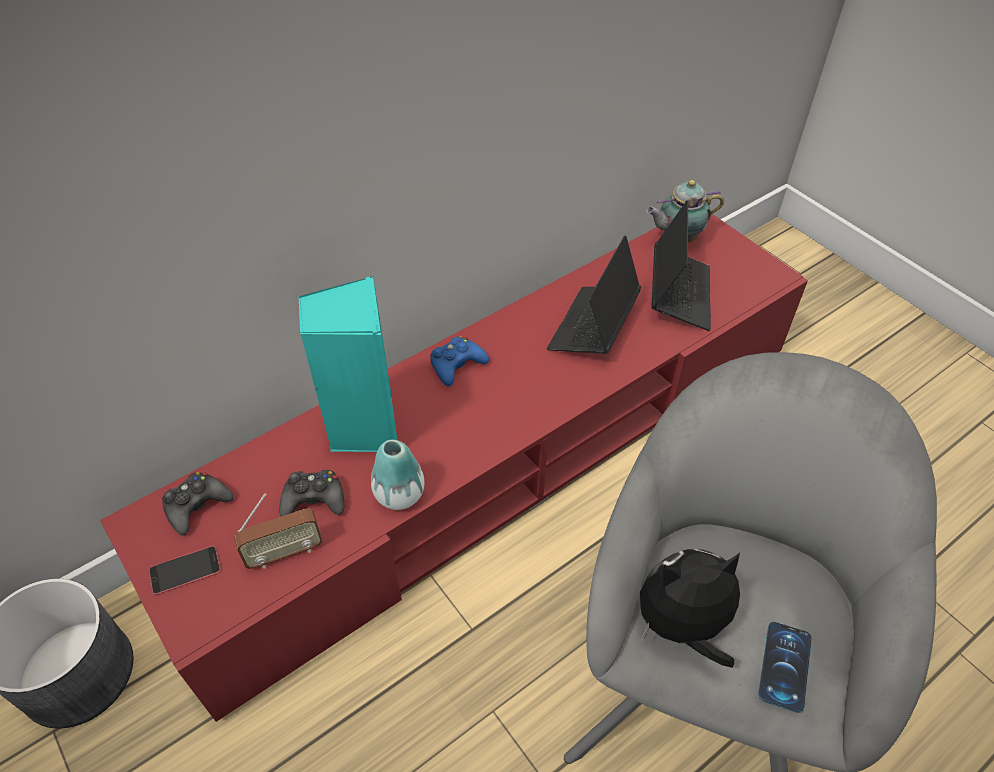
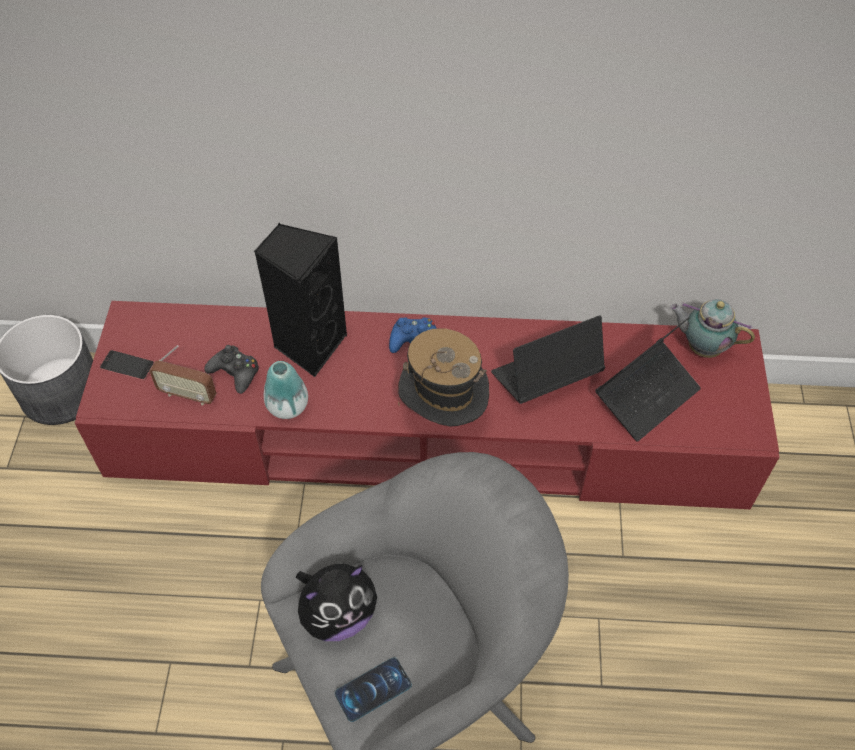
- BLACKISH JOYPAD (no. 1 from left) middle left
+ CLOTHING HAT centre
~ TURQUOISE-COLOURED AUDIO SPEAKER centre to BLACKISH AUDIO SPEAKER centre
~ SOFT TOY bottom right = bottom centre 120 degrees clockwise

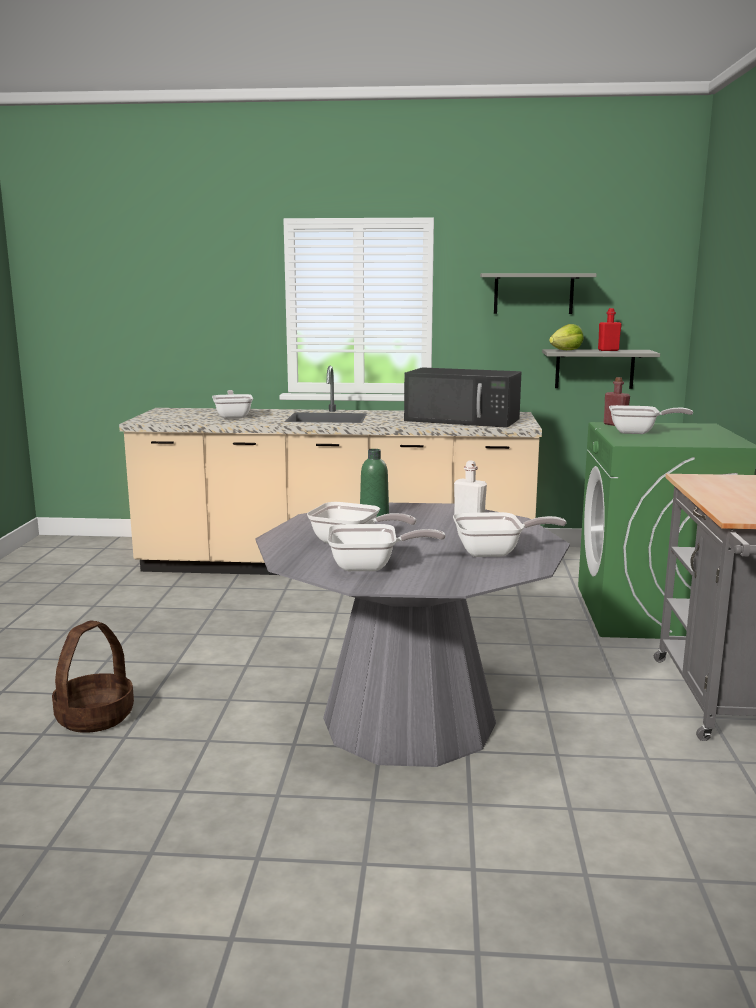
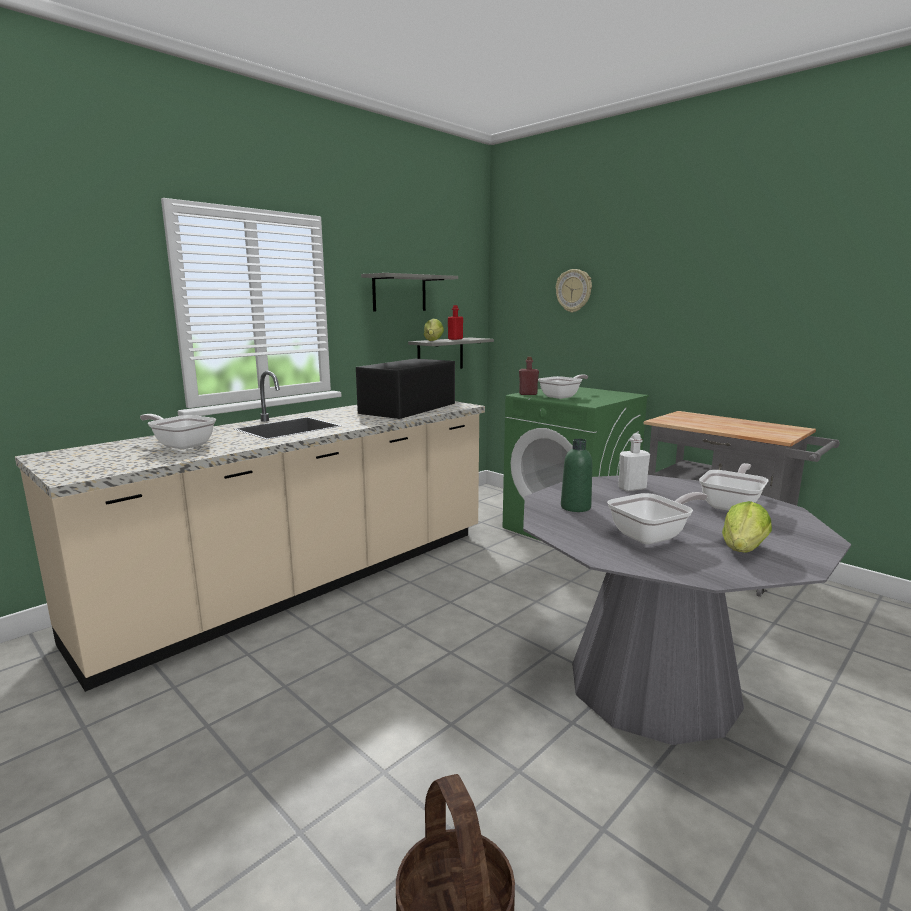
+ HANGING CLOCK top centre
~ SKILLET (no. 3 from left) centre to LETTUCE (no. 2 from left) middle right
~ BLACKISH MICROWAVE OVEN centre = centre 150 degrees clockwise

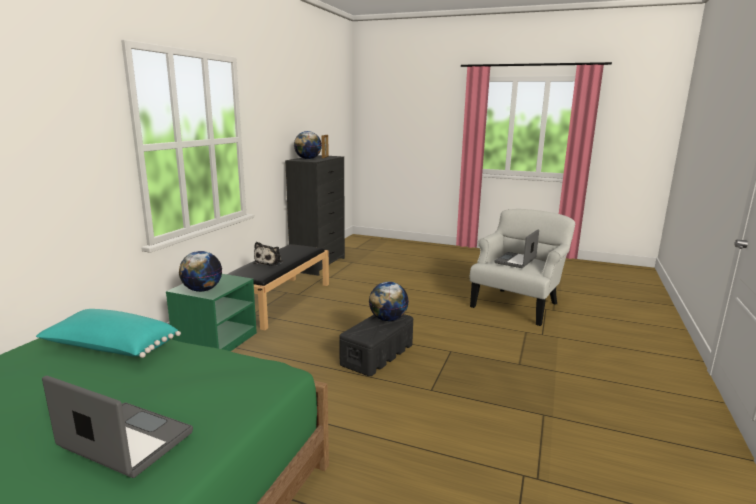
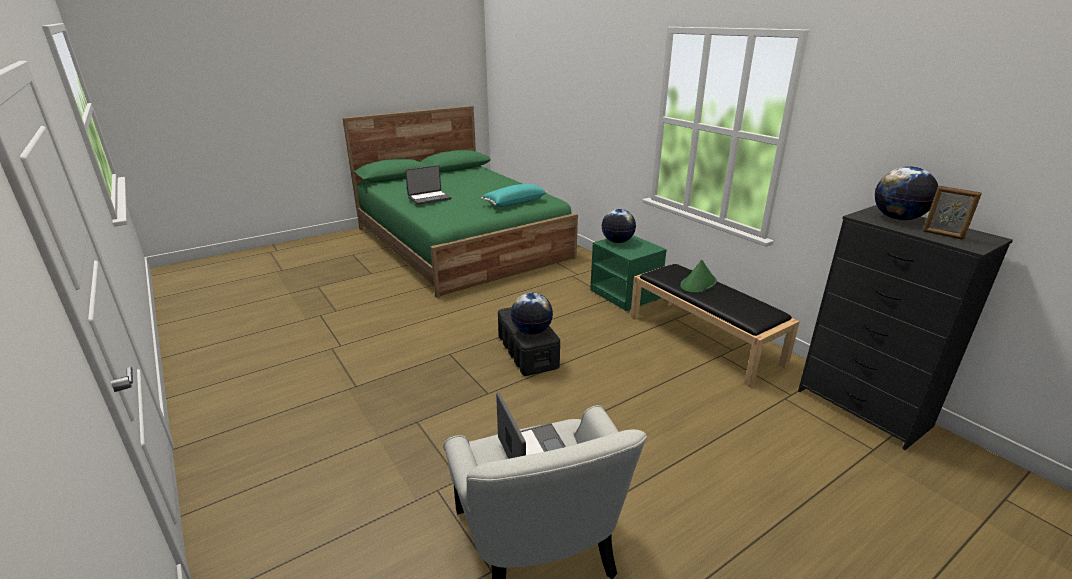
~ SOFT TOY centre to GREENISH CLOTHING HAT centre

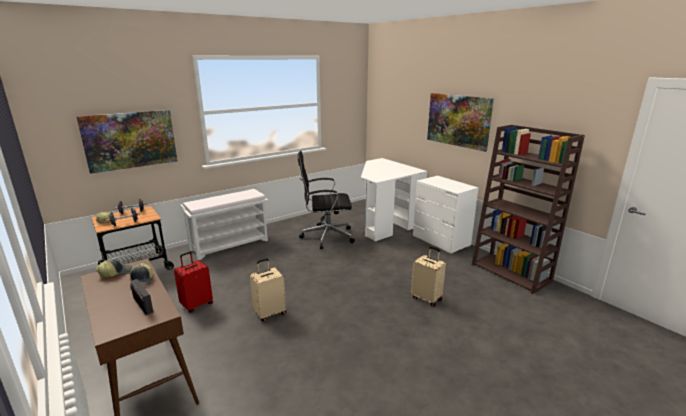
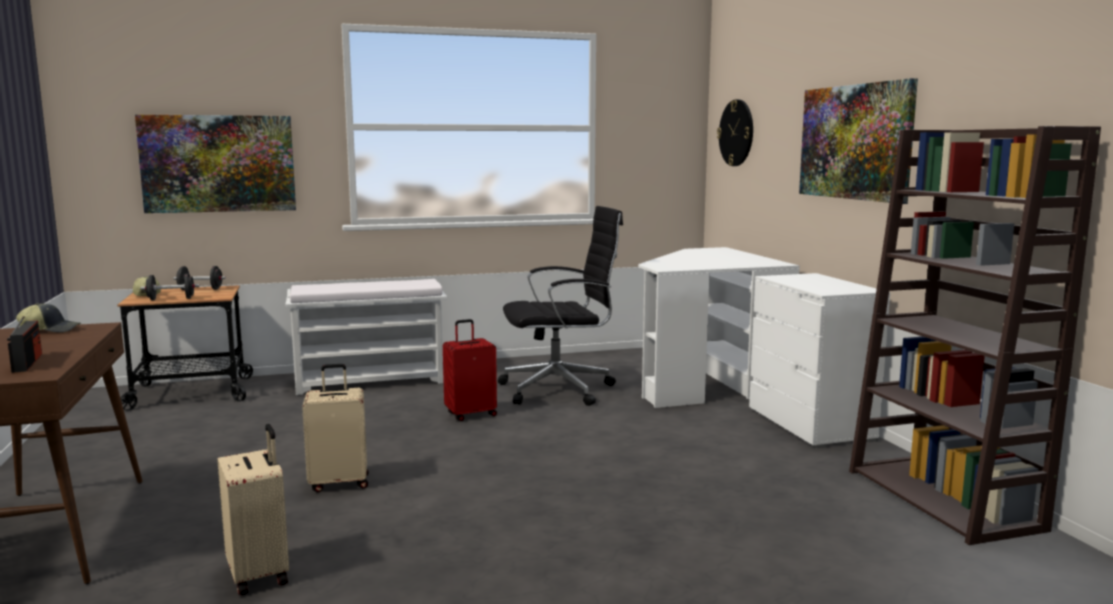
- PEAKED CAP (no. 3 from left) middle left
+ HANGING CLOCK top centre
~ REDDISH SUITCASE bottom left to centre
~ SAND-COLOURED SUITCASE (no. 2 from left in the first image) centre to SAND-COLOURED SUITCASE (no. 1 from left) bottom left
~ BLACKISH COMPUTER CHAIR centre = centre 150 degrees clockwise

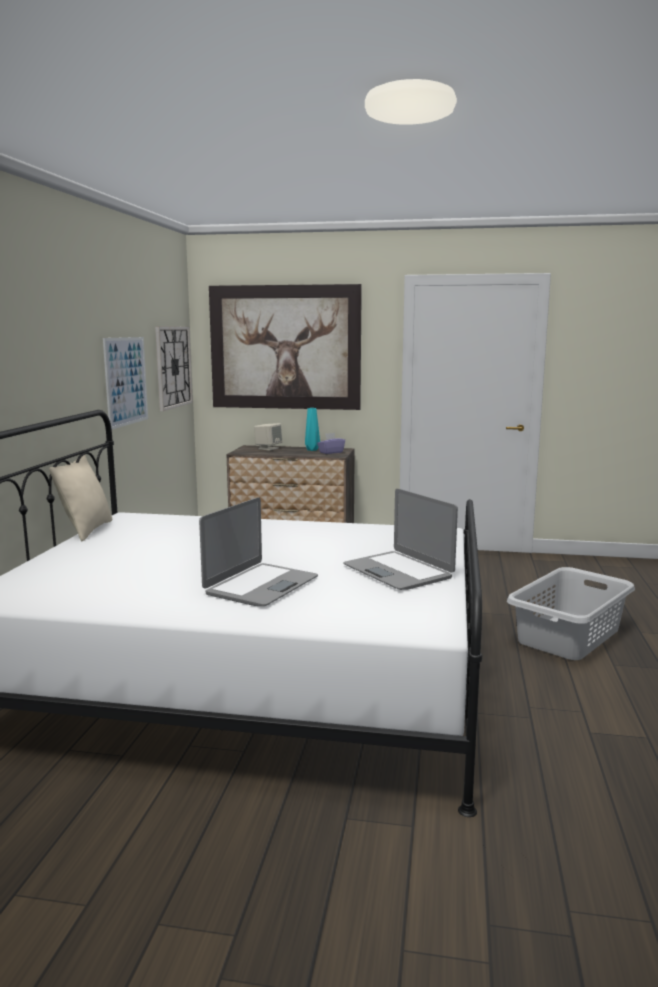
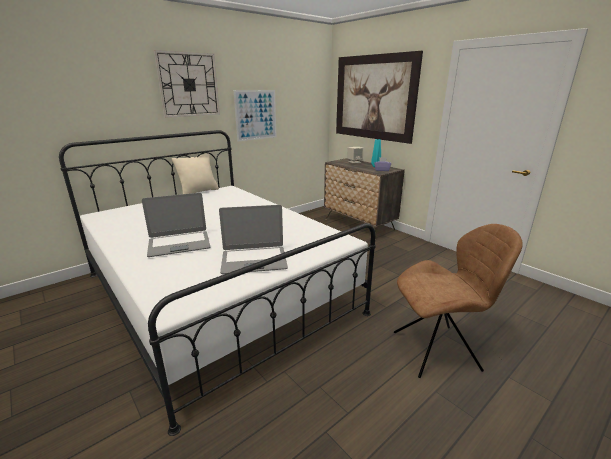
~ HANGING CLOCK middle left to top left
~ GRAY HAMPER middle right to BROWNISH CHAIR middle right
~ PORTABLE COMPUTER (no. 2 from left) centre = centre 105 degrees counterclockwise

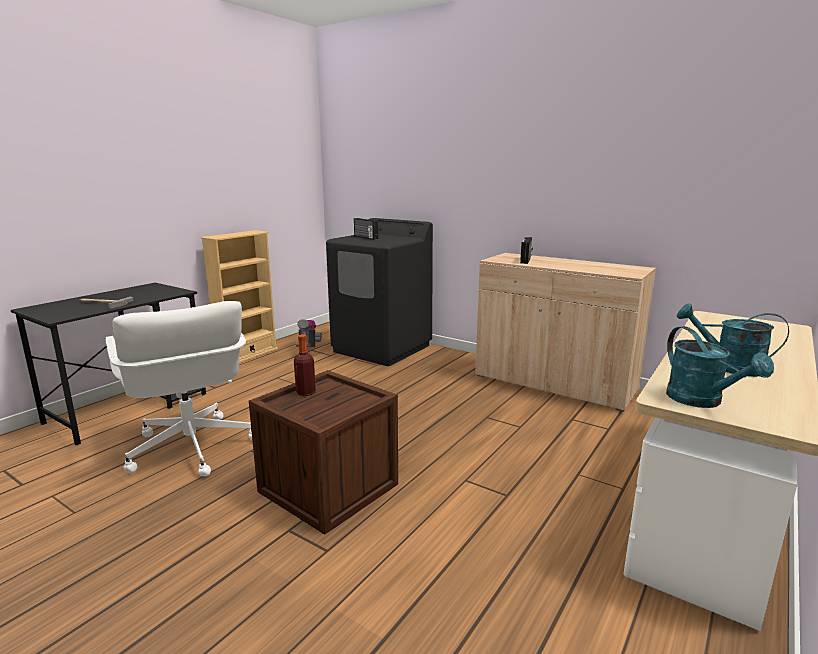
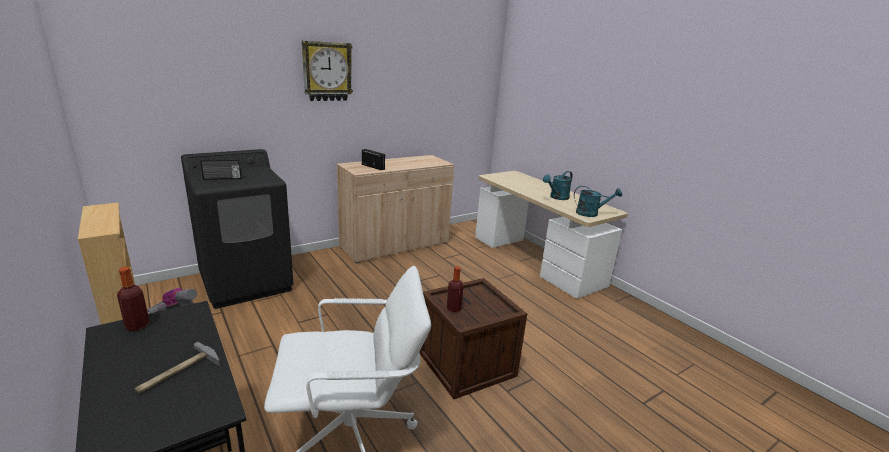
+ BOTTLE (no. 1 from left) middle left
+ HANGING CLOCK top centre

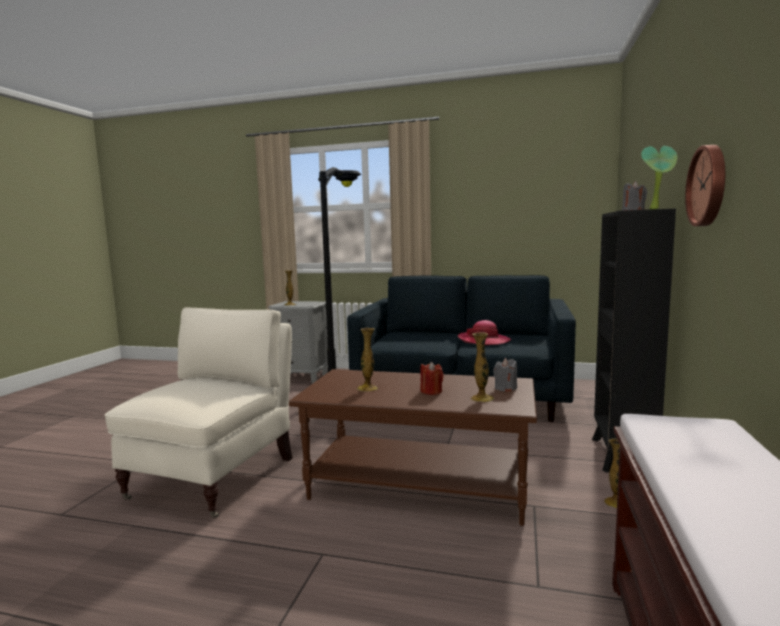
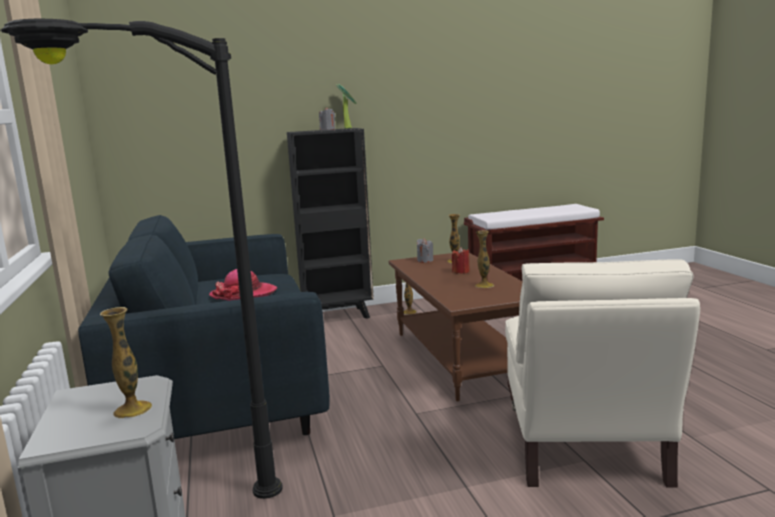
- HANGING CLOCK top right
~ SAND-COLOURED EASY CHAIR middle left = bottom right 75 degrees counterclockwise

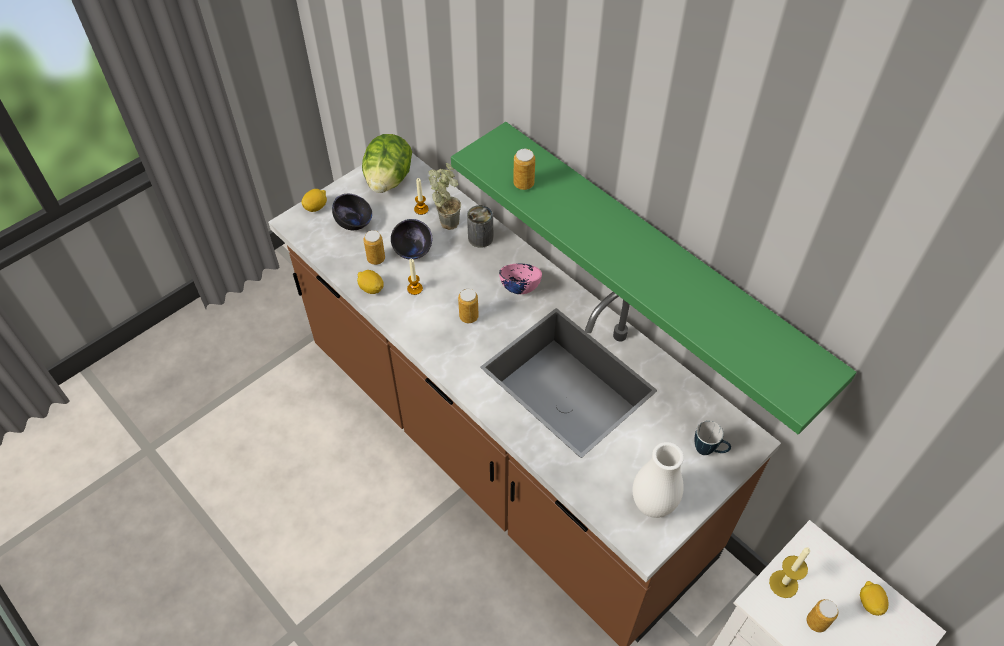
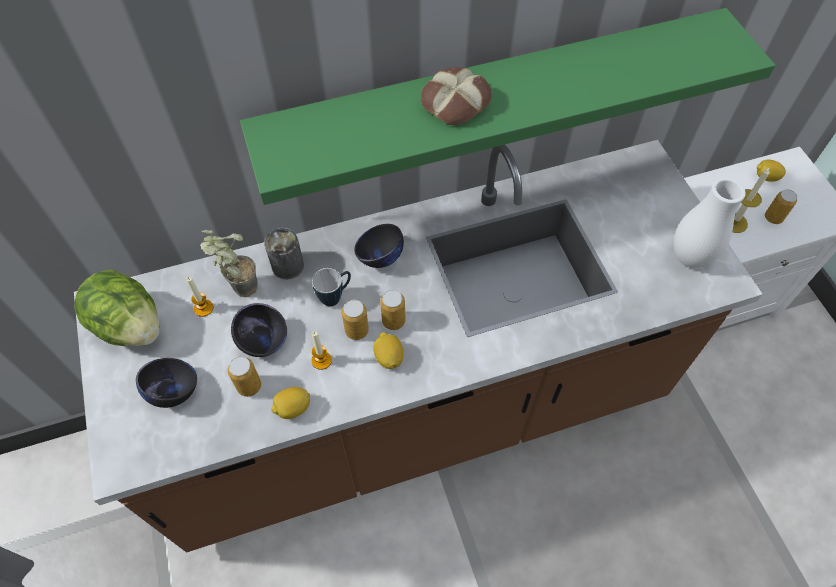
+ BAKERY BREAD top centre
~ LEMON (no. 1 from left in the first image) top left to LEMON (no. 2 from left) centre
~ CAN (no. 4 from left in the first image) top centre to CAN (no. 3 from left) centre
~ COFFEE MUG bottom right to centre
~ PINK-COLOURED BOWL centre to BLACKISH BOWL (no. 3 from left) centre

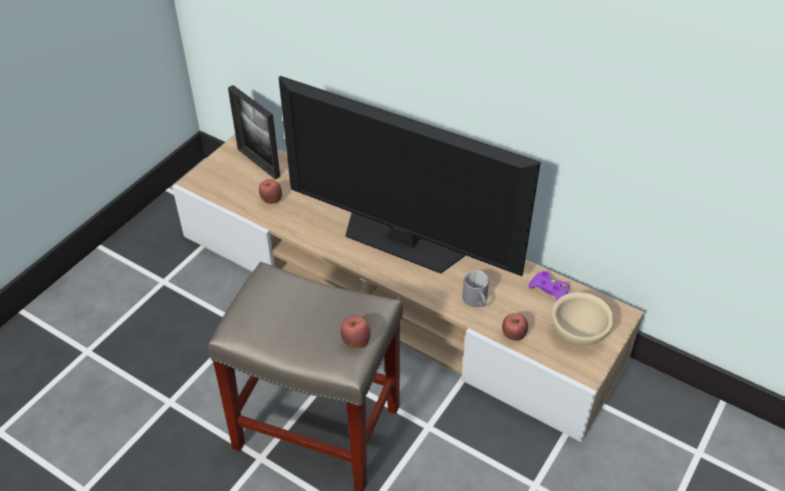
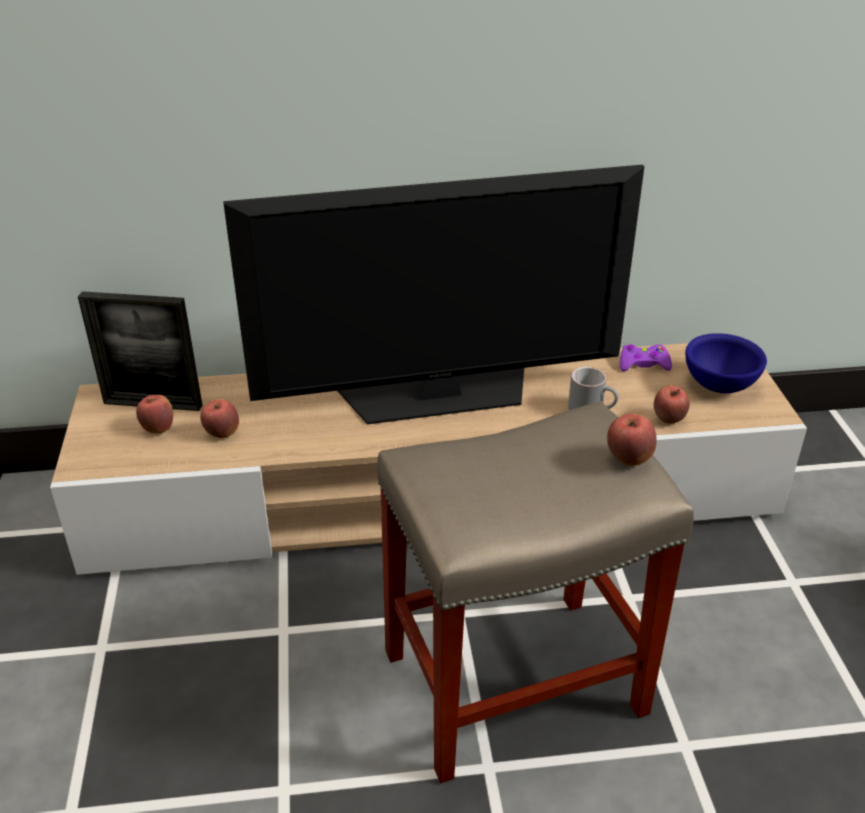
+ APPLE (no. 1 from left) middle left
~ SAND-COLOURED BOWL middle right to BLUE BOWL middle right

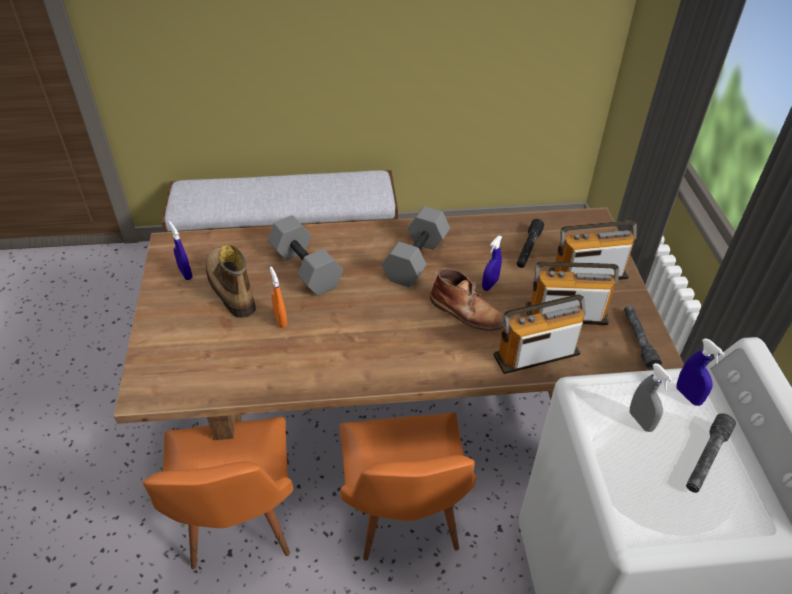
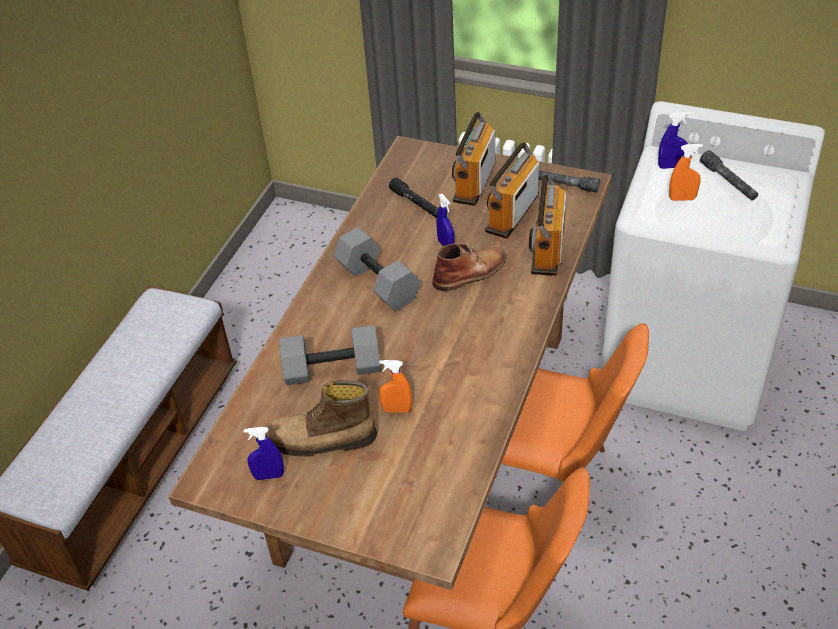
~ GRAY SPRAY BOTTLE bottom right to ORANGE-COLOURED SPRAY BOTTLE (no. 2 from left) top right

